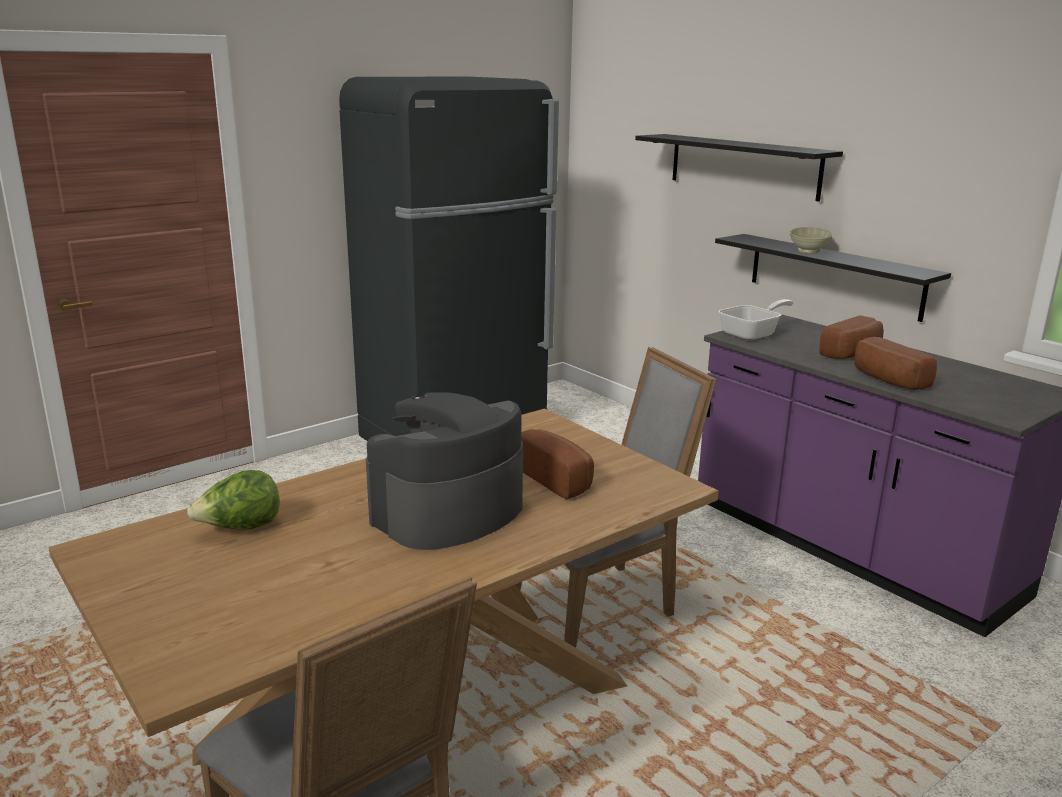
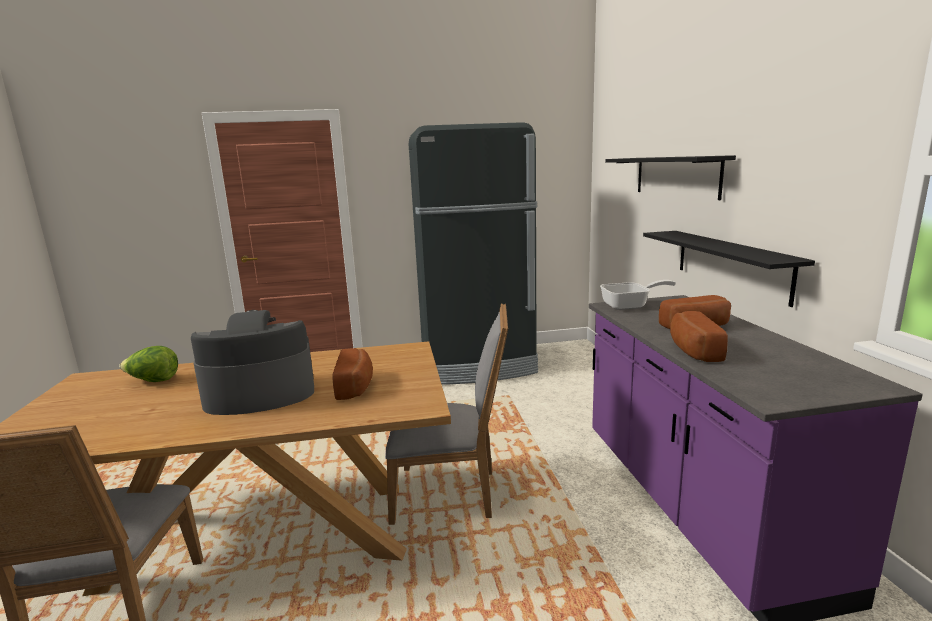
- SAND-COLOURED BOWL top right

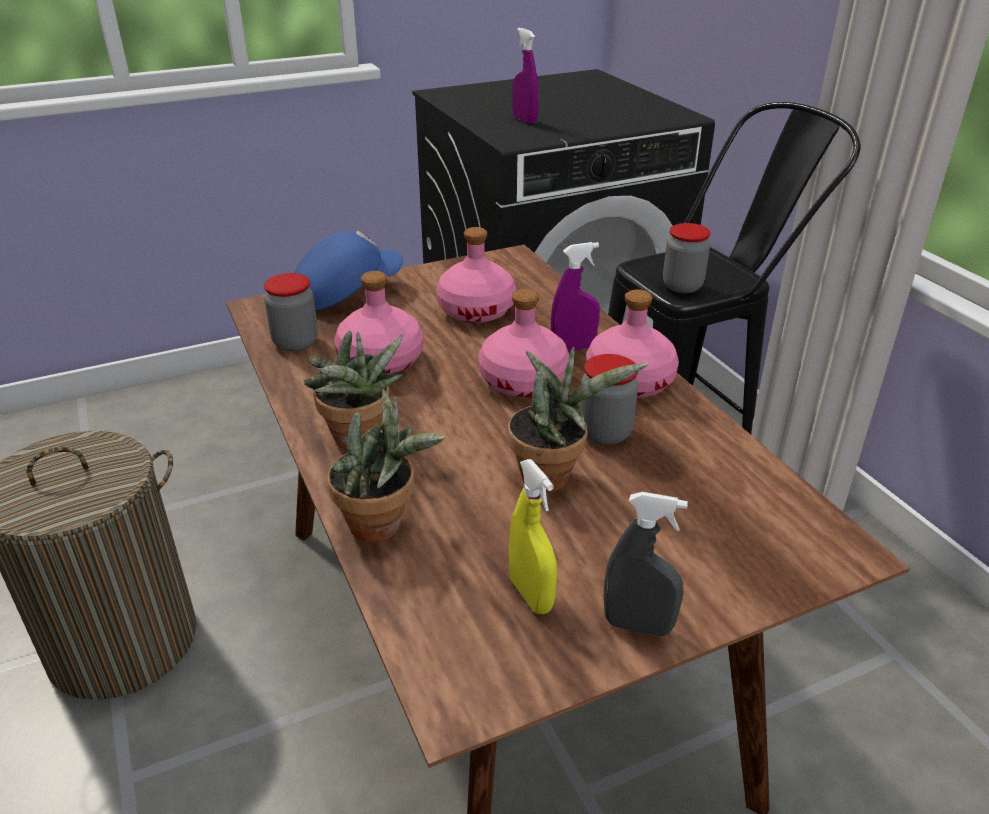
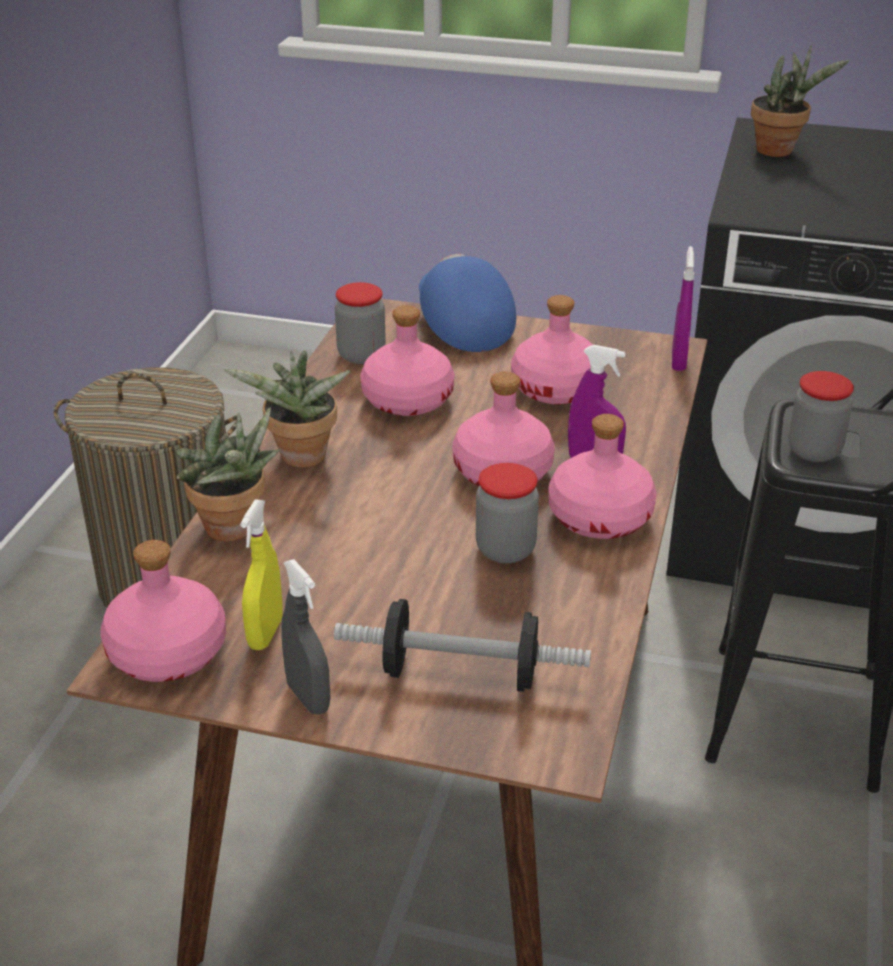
+ PINK-COLOURED BOTTLE (no. 1 from left) middle left
+ FREE WEIGHT bottom centre
~ PLANT IN A POT (no. 3 from left) centre to top right
~ PURPLE SPRAY BOTTLE (no. 1 from left in the first image) top centre to PURPLE SPRAY BOTTLE (no. 2 from left) top right
~ BLUE PEAKED CAP top centre = top centre 120 degrees counterclockwise

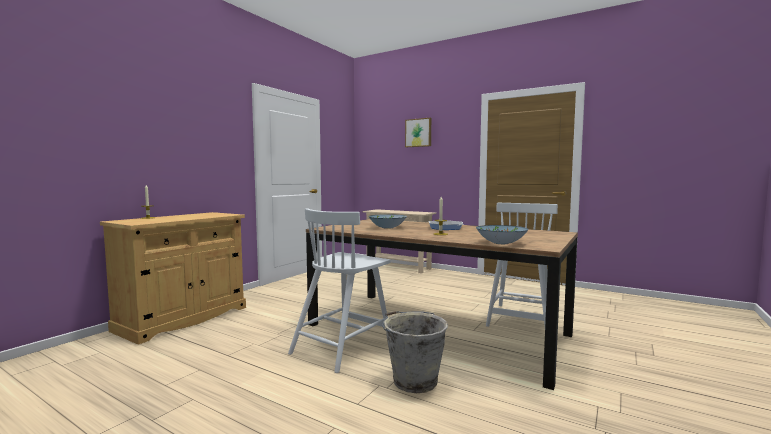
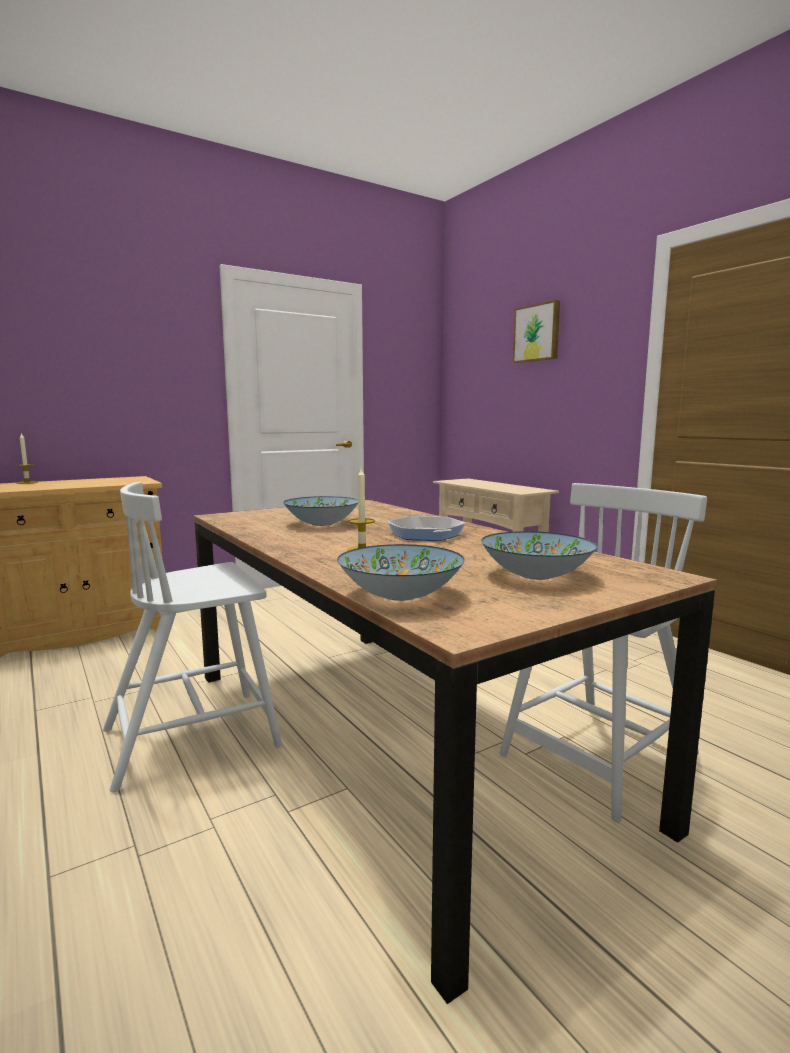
- GRAY BUCKET bottom centre
+ BOWL (no. 3 from left) middle right

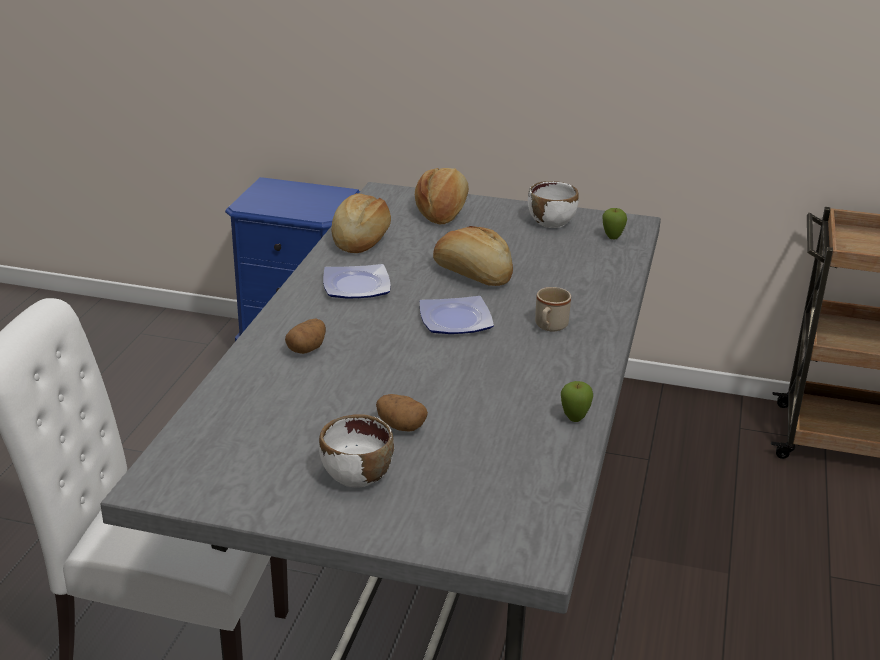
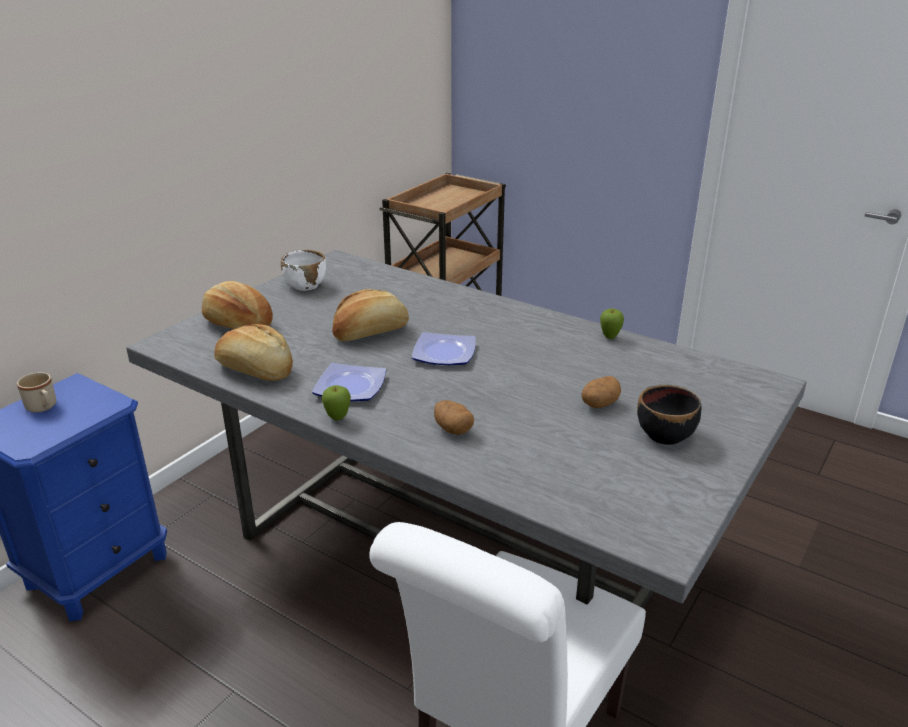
~ SAND-COLOURED COFFEE MUG centre to middle left
~ APPLE (no. 2 from left in the first image) middle right to APPLE (no. 1 from left) centre
~ WHITE-COLOURED BOWL (no. 1 from left) bottom centre to BLACKISH BOWL middle right

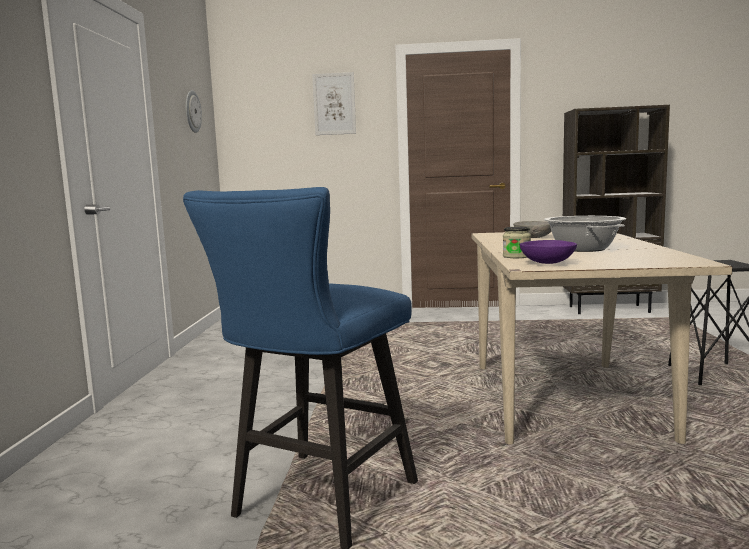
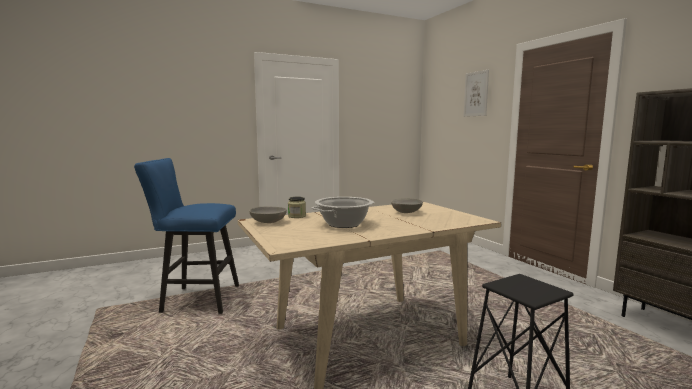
- HANGING CLOCK top left
~ PURPLE BOWL middle right to GRAY BOWL (no. 1 from left) centre

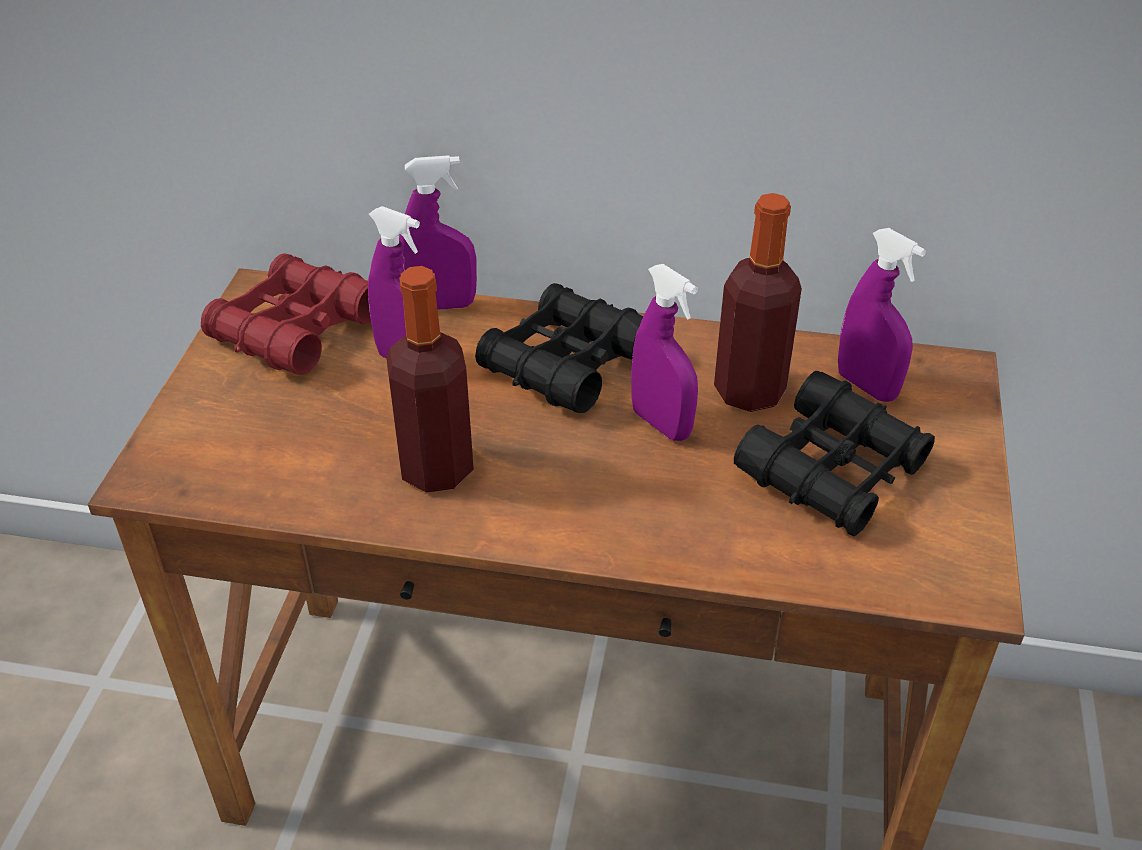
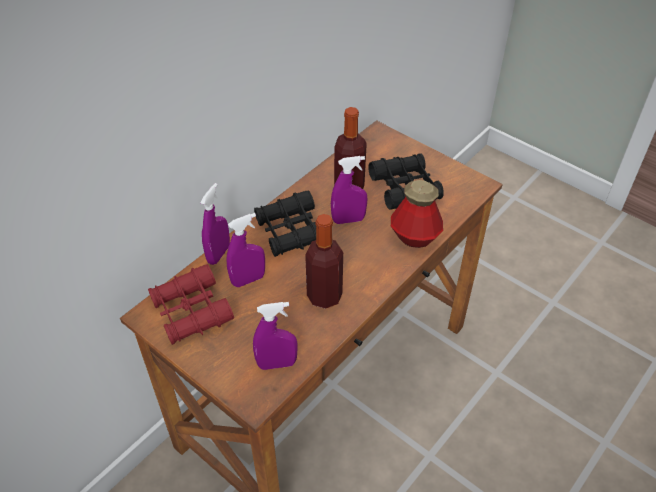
+ BOTTLE (no. 3 from left) centre
~ PURPLE SPRAY BOTTLE (no. 4 from left in the first image) middle right to PURPLE SPRAY BOTTLE (no. 3 from left) bottom centre

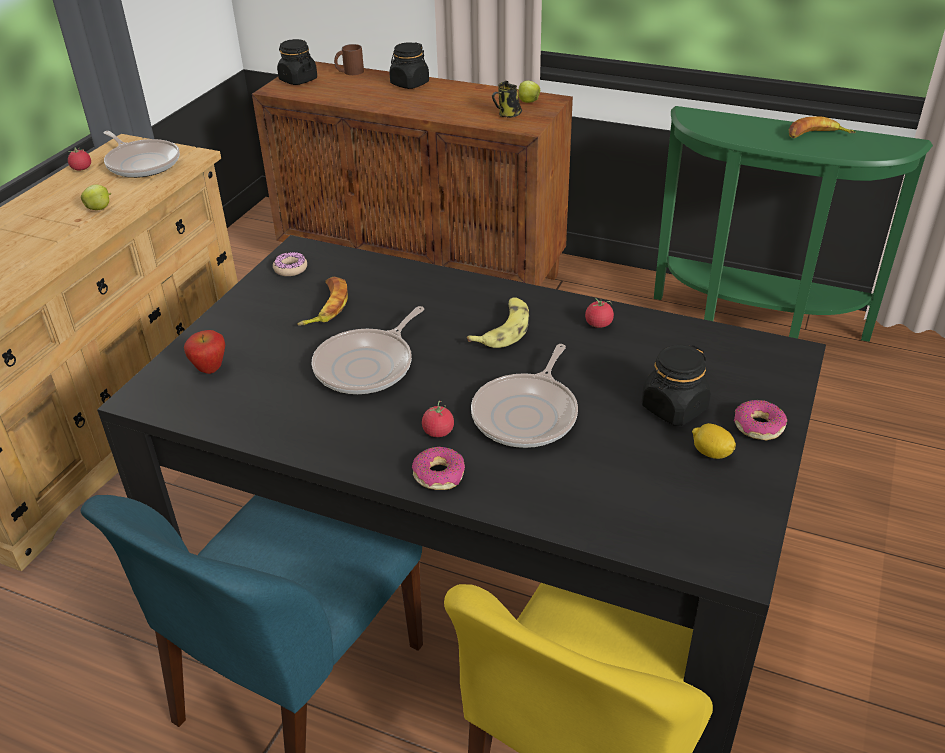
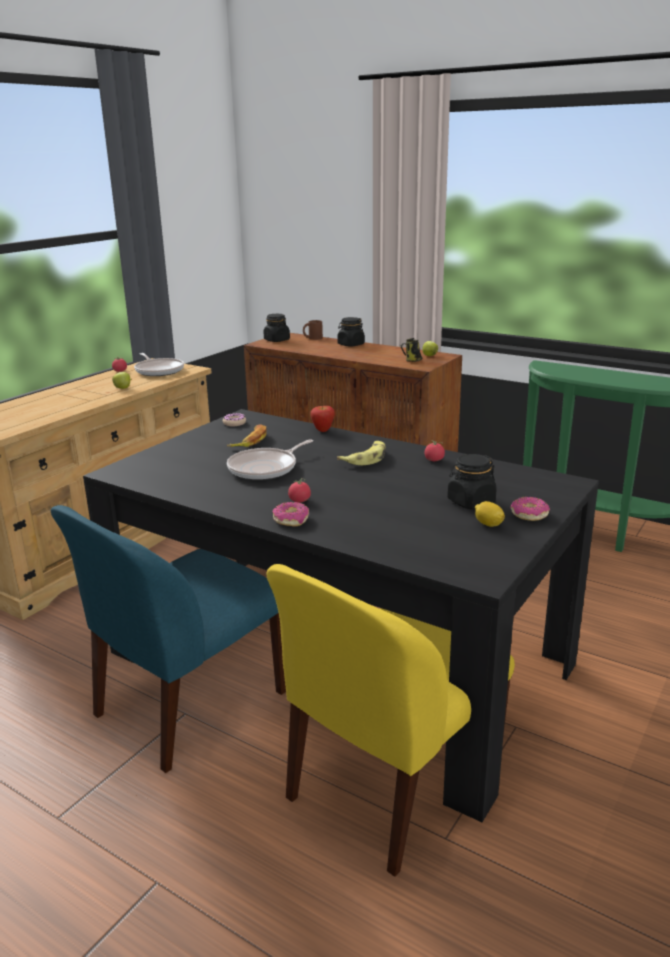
- SKILLET (no. 3 from left) centre
- BANANA FRUIT (no. 3 from left) top right
~ APPLE (no. 2 from left) middle left to centre

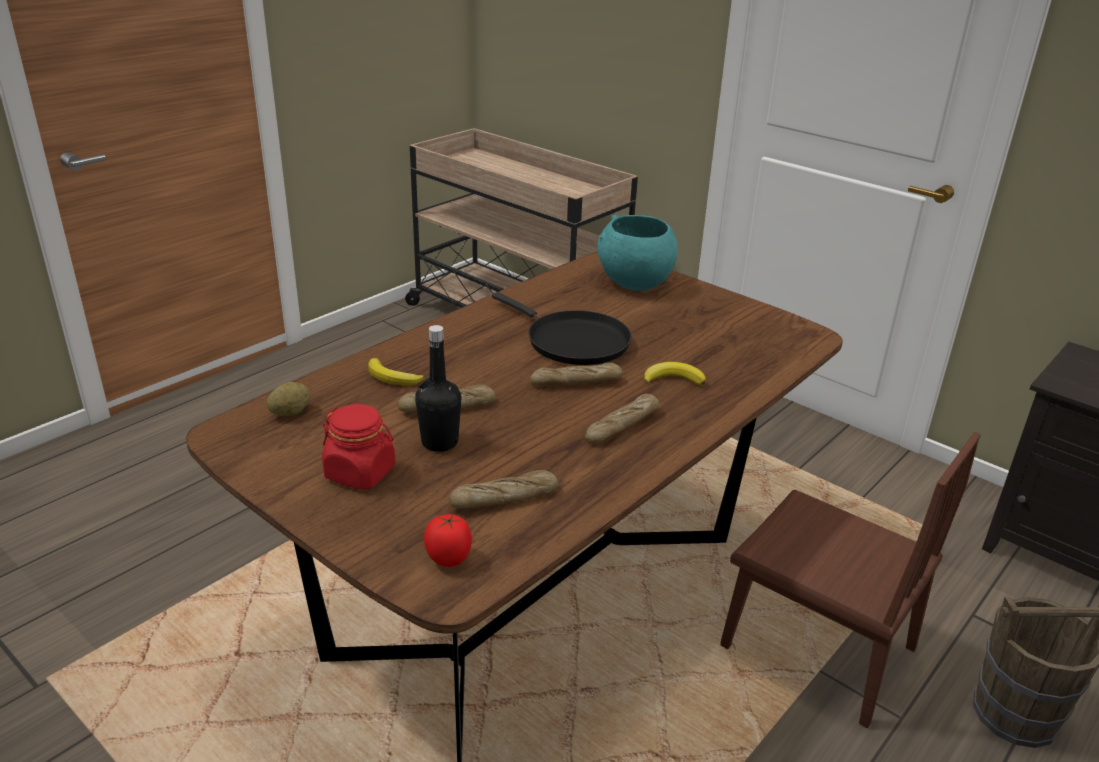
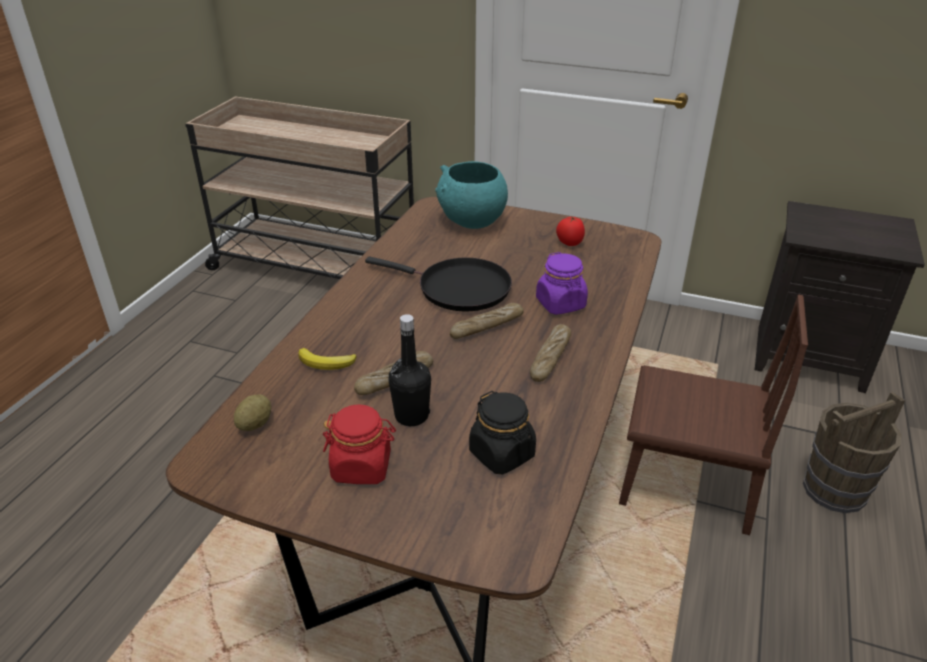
~ TOMATO bottom centre to centre
~ BAKERY BREAD (no. 2 from left) centre to BLACKISH PRESERVE JAR centre
~ BANANA FRUIT (no. 2 from left) centre to PURPLE PRESERVE JAR centre

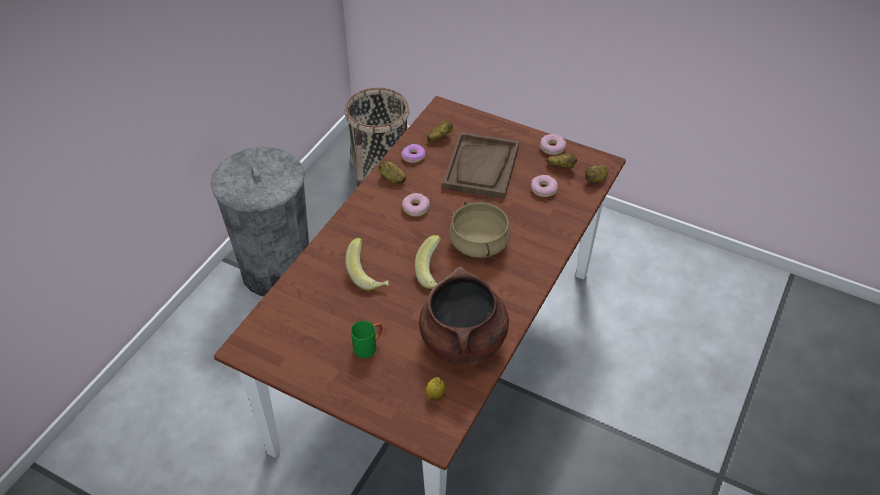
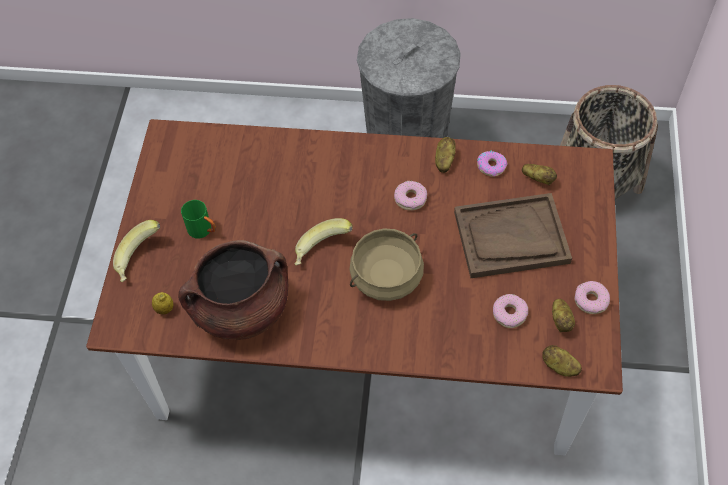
~ BANANA FRUIT (no. 1 from left) centre to middle left

